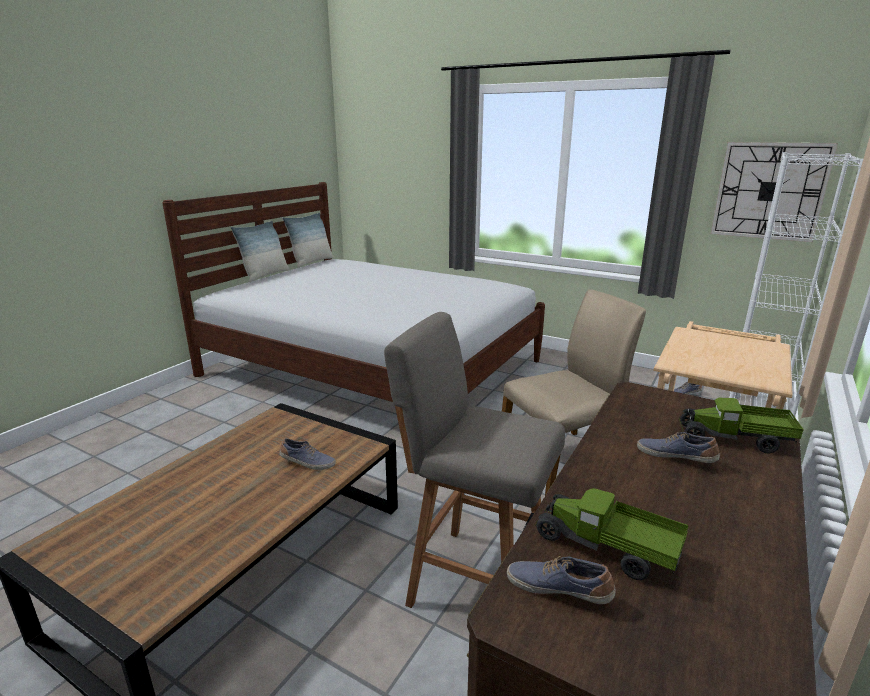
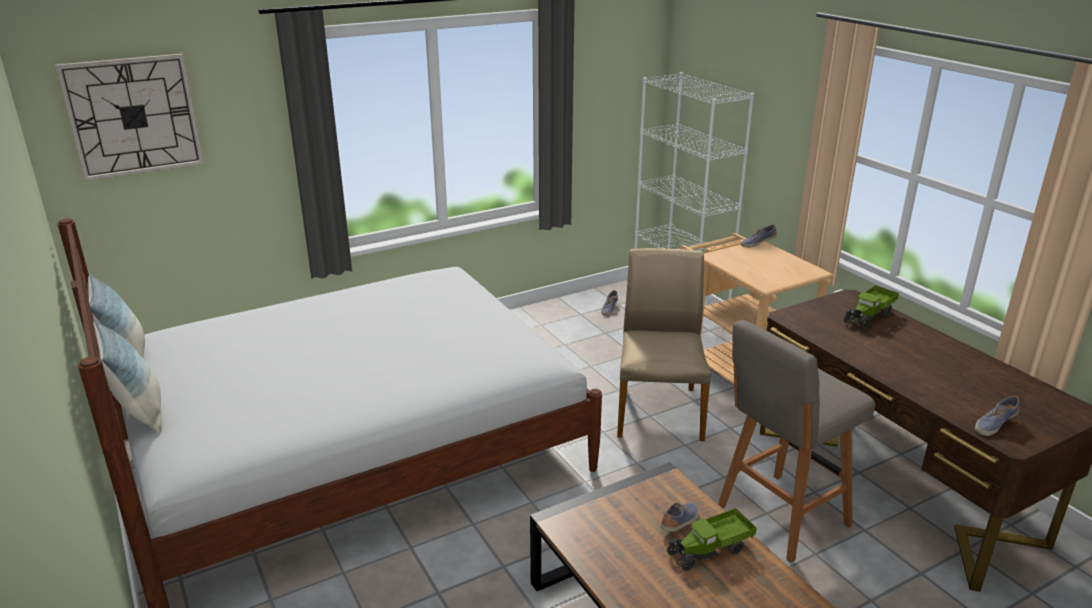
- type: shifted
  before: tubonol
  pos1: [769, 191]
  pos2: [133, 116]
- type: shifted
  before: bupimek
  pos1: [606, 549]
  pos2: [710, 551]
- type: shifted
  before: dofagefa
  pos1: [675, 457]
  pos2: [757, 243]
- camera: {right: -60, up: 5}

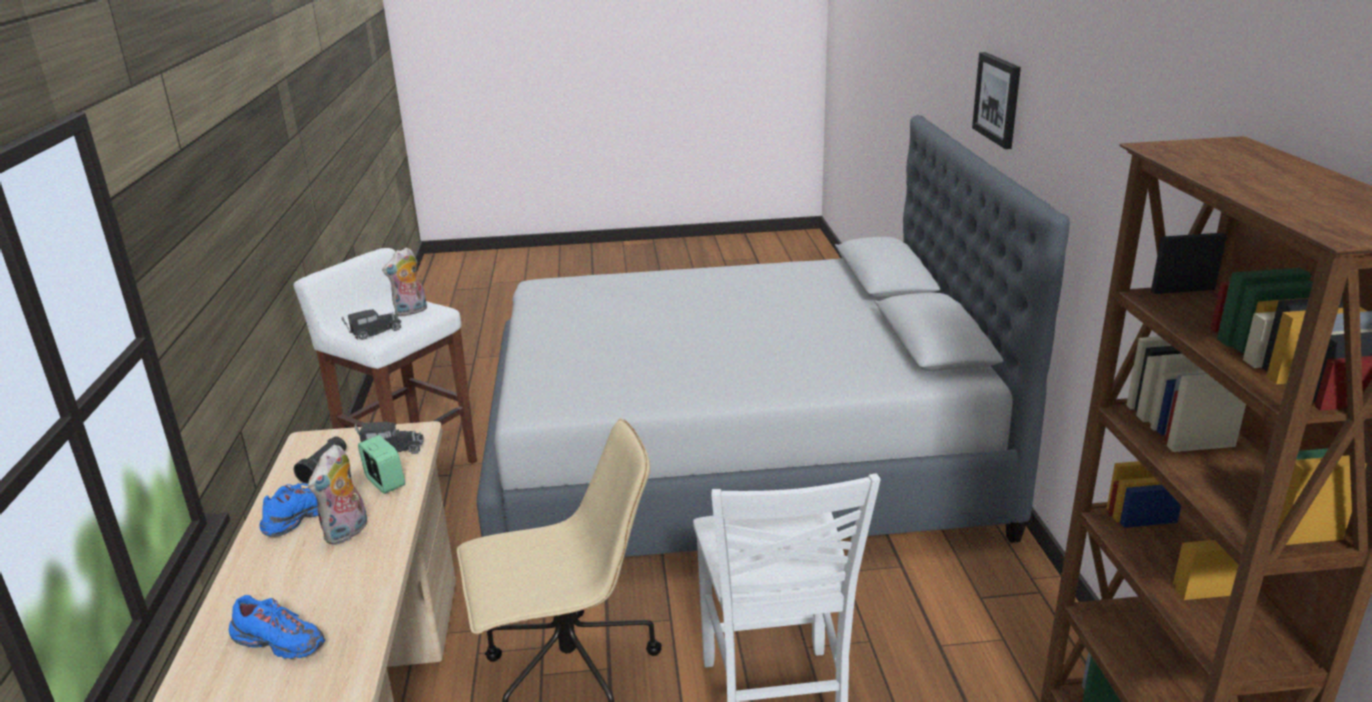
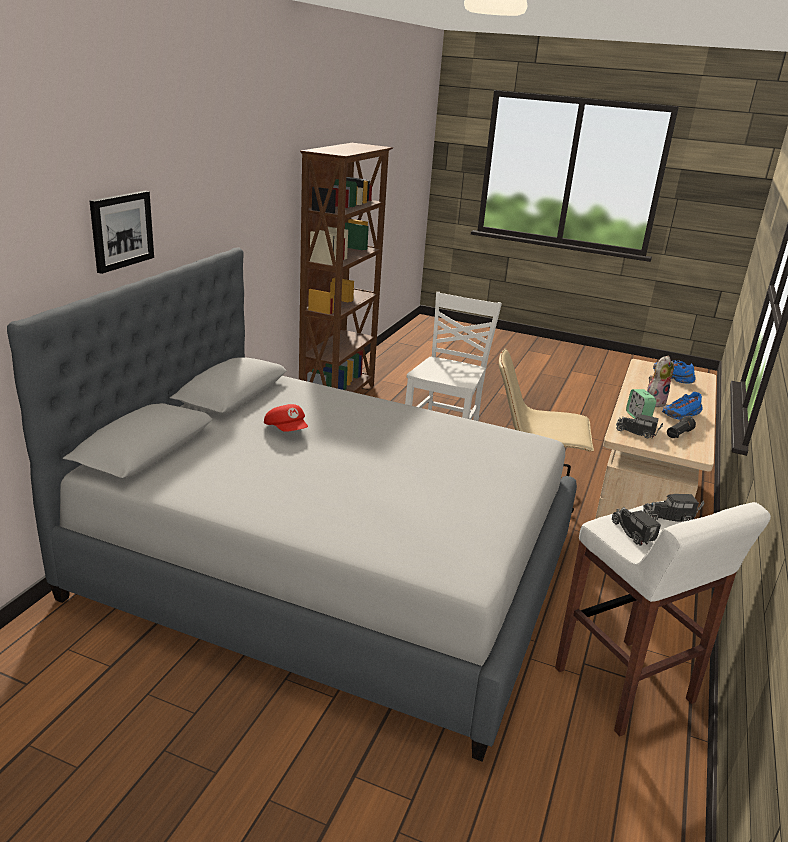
- type: new
  after: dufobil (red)
  pos2: [287, 430]
- type: swapped
  before: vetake
  after: bupimek
  pos1: [411, 312]
  pos2: [634, 533]
- camera: {right: -155, up: 0}

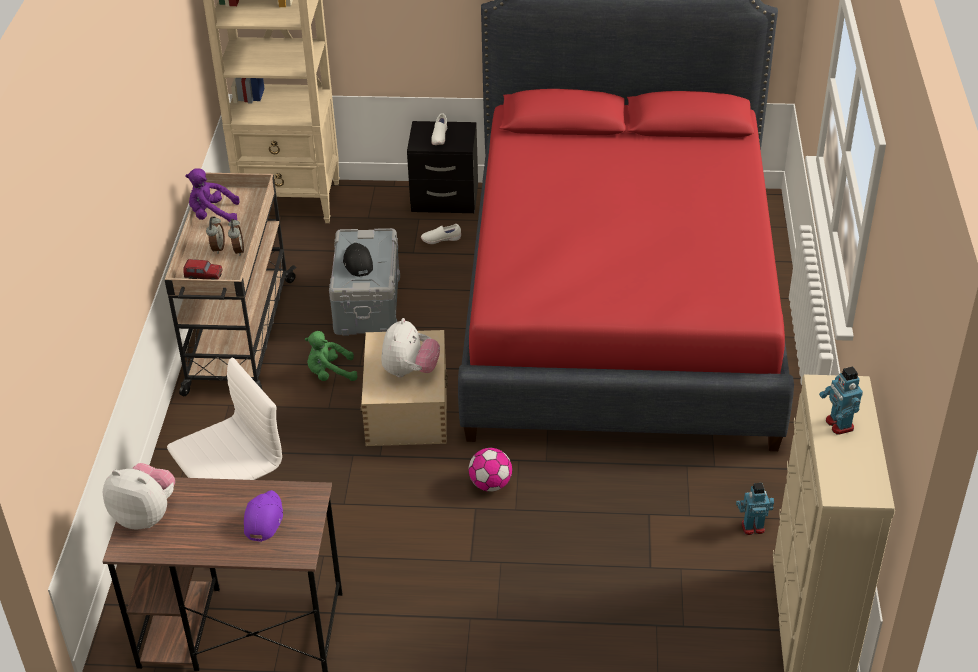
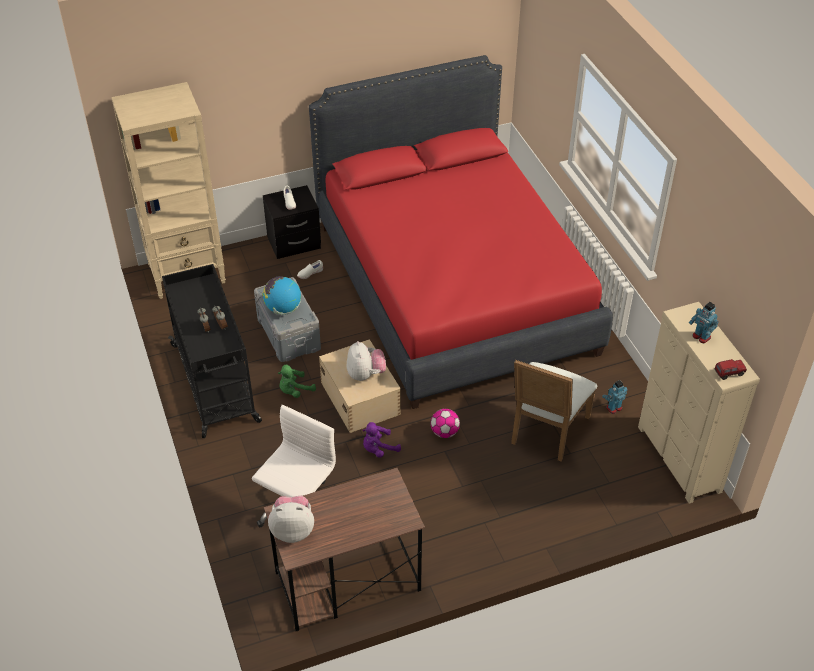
- type: repainted
  before: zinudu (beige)
  after: zinudu (black)
  pos1: [239, 337]
  pos2: [215, 384]
- type: swapped
  before: dufobil (black)
  after: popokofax
  pos1: [357, 263]
  pos2: [283, 309]
- type: shifted
  before: vetake (purple)
  pos1: [212, 215]
  pos2: [378, 449]
- type: new
  after: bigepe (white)
  pos2: [546, 432]
- type: shifted
  before: bupimek
  pos1: [204, 279]
  pos2: [729, 374]
- type: gone
  before: dufobil (purple)
  pos1: [263, 519]
- camera: {right: -25, up: 5}

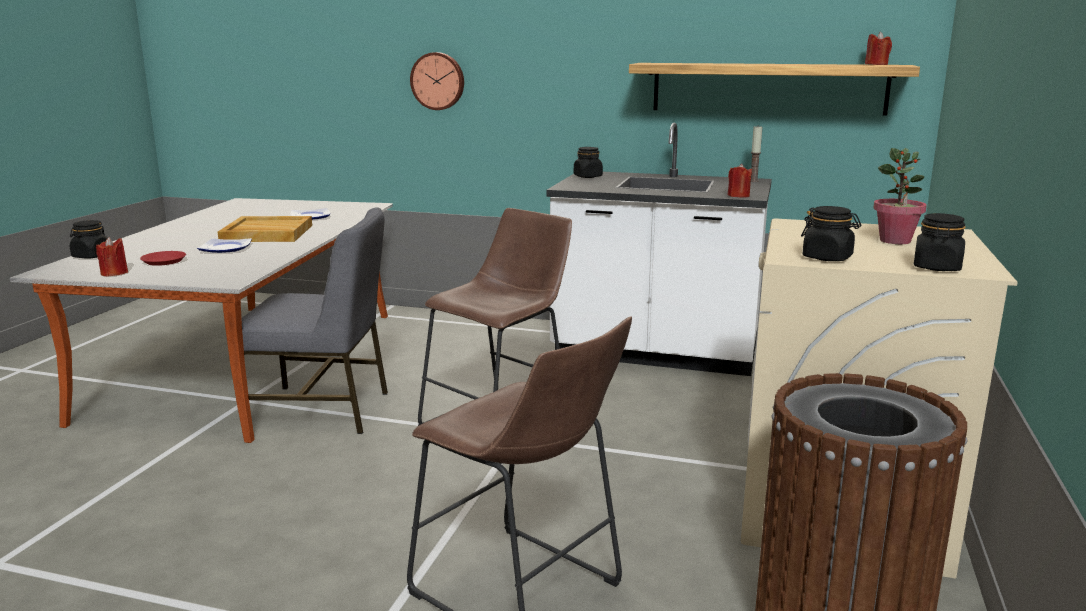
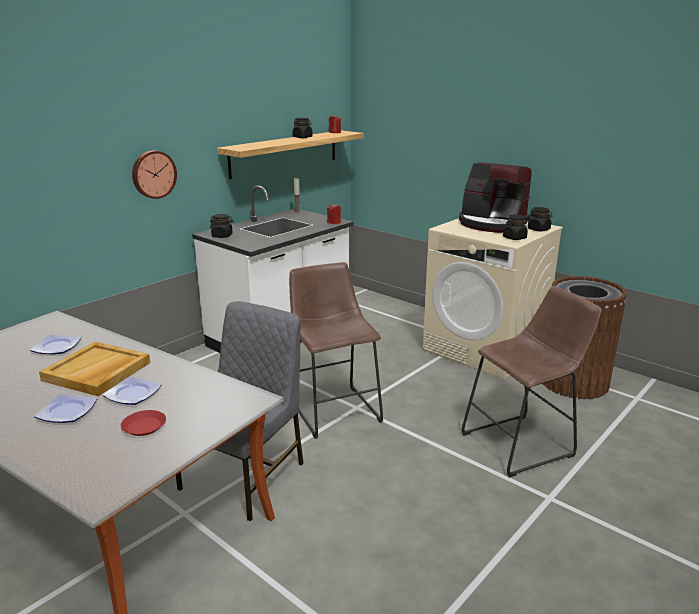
- type: new
  after: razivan
  pos2: [68, 411]
- type: shifted
  before: tubonol
  pos1: [438, 81]
  pos2: [153, 174]
- type: shifted
  before: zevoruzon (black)
  pos1: [91, 256]
  pos2: [302, 137]
- type: swapped
  before: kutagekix
  after: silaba
  pos1: [895, 241]
  pos2: [492, 224]
- type: gone
  before: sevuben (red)
  pos1: [114, 273]
- camera: {right: -65, up: 5}

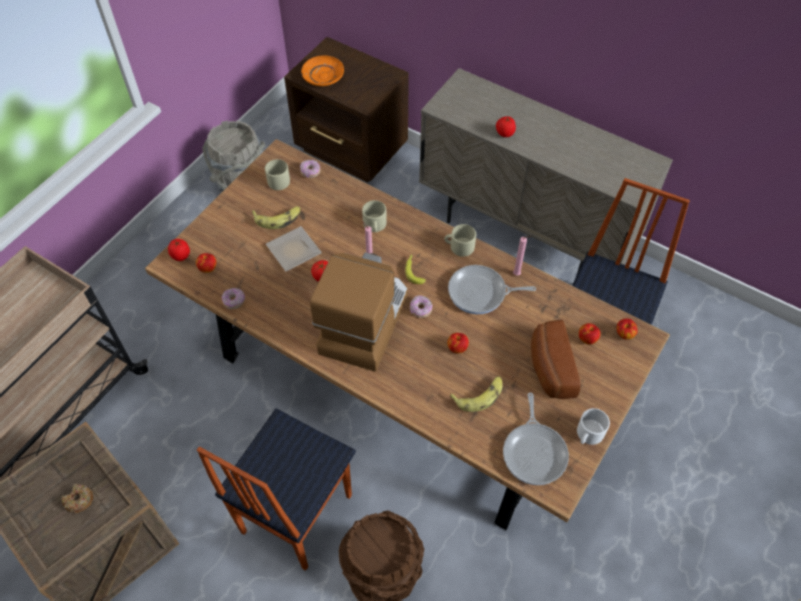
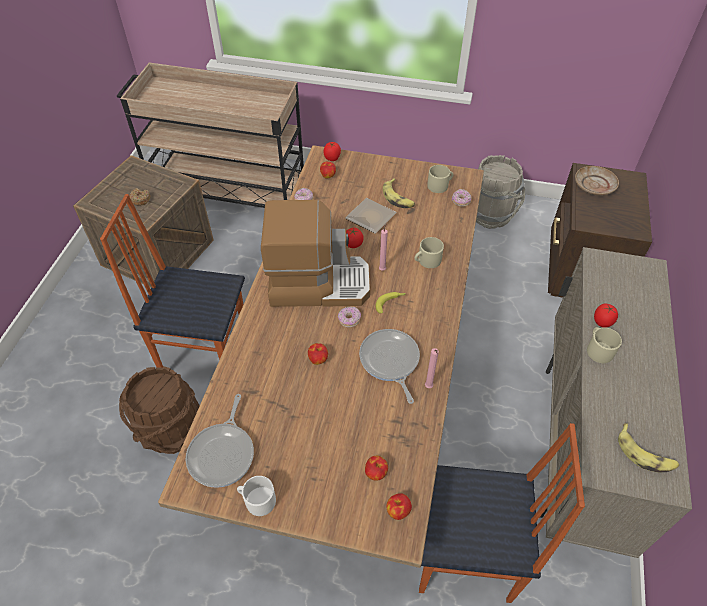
- type: rotated
  before: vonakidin
  pos1: [534, 452]
  pos2: [223, 453]
  turn: -60
- type: repainted
  before: razivan (orange)
  after: razivan (beige)
  pos1: [323, 76]
  pos2: [594, 186]
- type: shifted
  before: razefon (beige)
  pos1: [459, 246]
  pos2: [598, 349]
- type: shifted
  before: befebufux
  pos1: [479, 396]
  pos2: [645, 454]
- type: gone
  before: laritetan
  pos1: [549, 368]
- camera: {right: 70, up: -5}

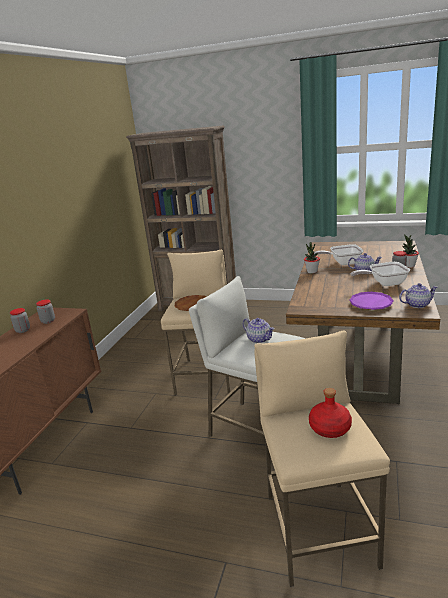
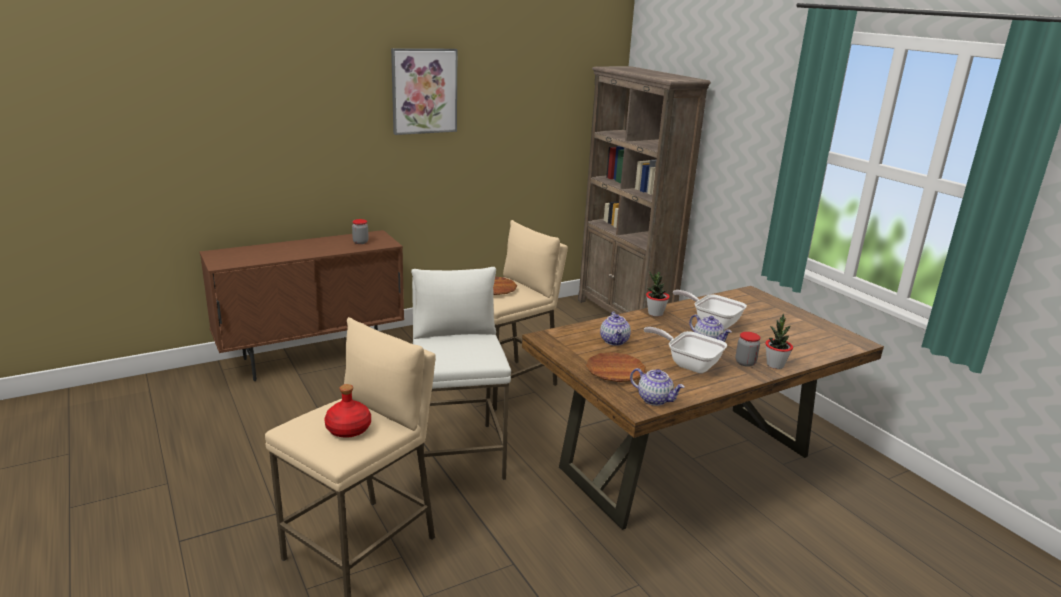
- type: new
  after: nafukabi
  pos2: [424, 91]
- type: repainted
  before: razivan (purple)
  after: razivan (brown)
  pos1: [371, 304]
  pos2: [615, 371]
- type: shifted
  before: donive
  pos1: [259, 339]
  pos2: [614, 341]
- type: gone
  before: zevoruzon
  pos1: [23, 330]
- camera: {right: 40, up: 0}

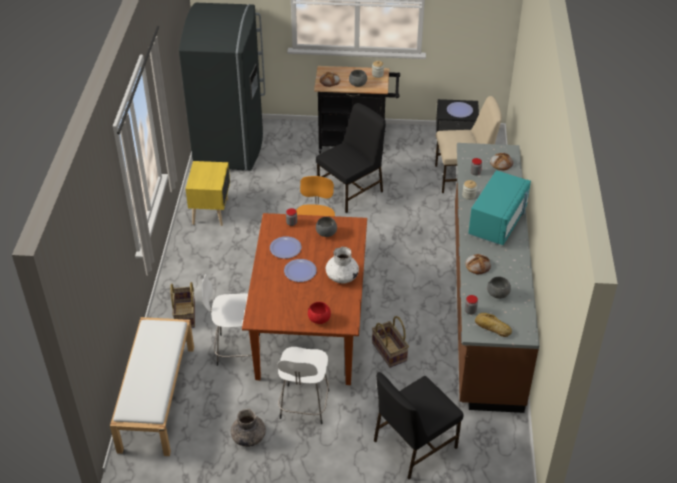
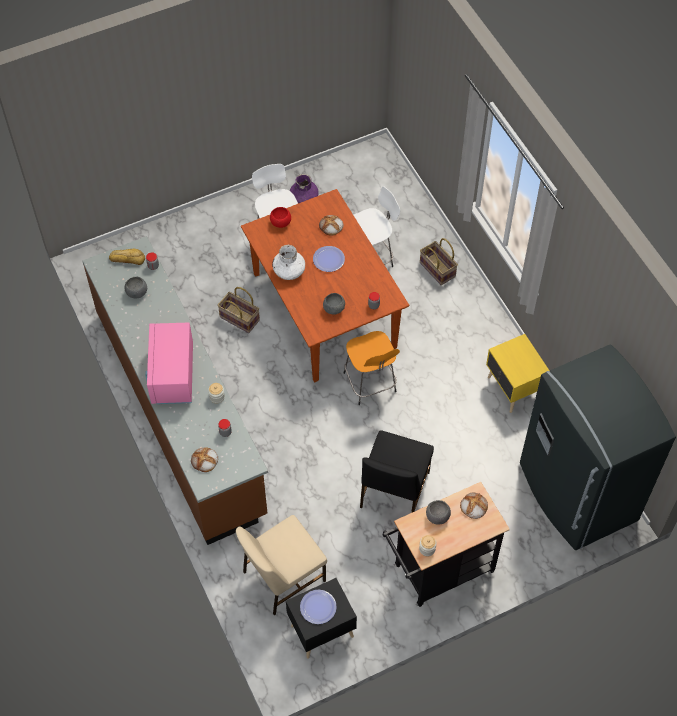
- type: repainted
  before: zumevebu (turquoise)
  after: zumevebu (pink)
  pos1: [497, 222]
  pos2: [172, 375]
- type: repainted
  before: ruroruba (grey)
  after: ruroruba (purple)
  pos1: [248, 437]
  pos2: [304, 199]
- type: shifted
  before: laritetan
  pos1: [478, 265]
  pos2: [331, 226]
- type: gone
  before: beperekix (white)
  pos1: [156, 397]
- type: gone
  before: razivan
  pos1: [285, 248]
- type: gone
  before: bigepe (black)
  pos1: [413, 444]
- camera: {right: 150, up: 15}

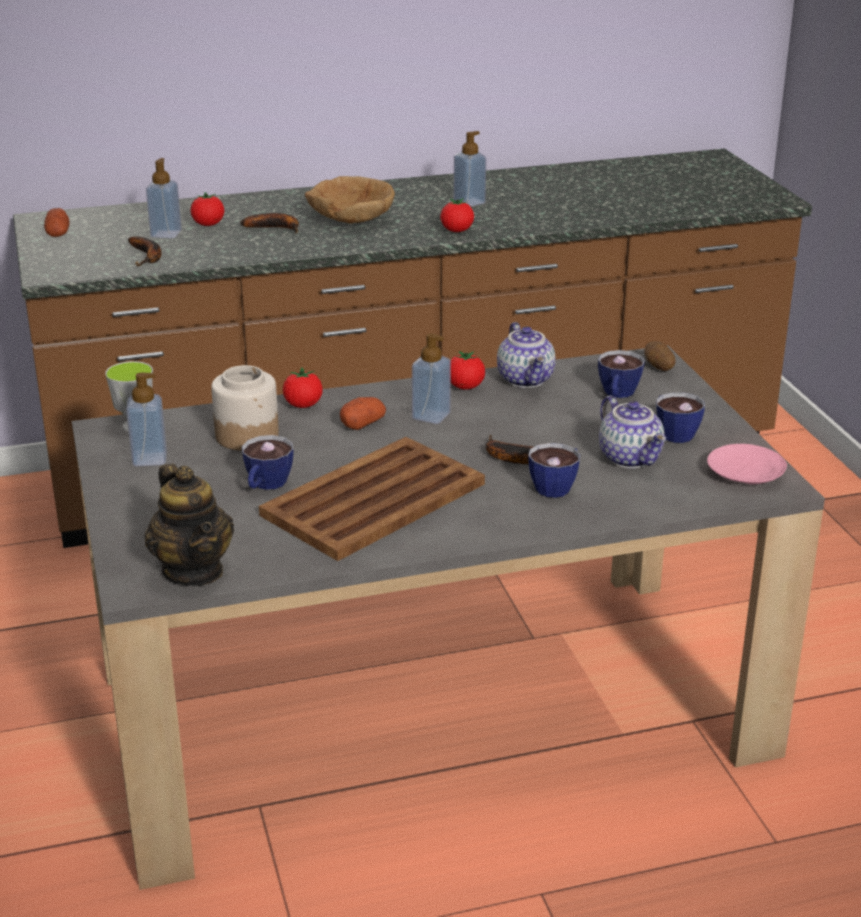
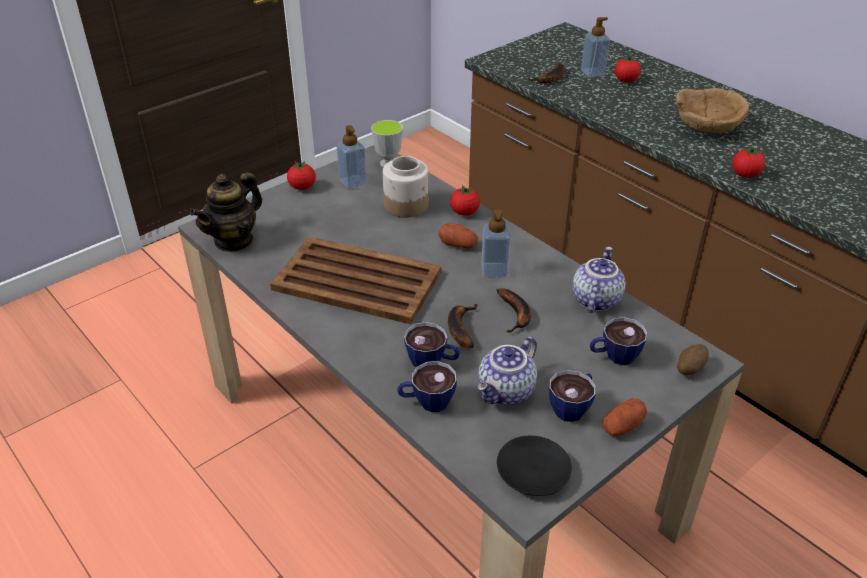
- type: shifted
  before: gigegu
  pos1: [465, 387]
  pos2: [302, 187]
- type: shifted
  before: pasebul
  pos1: [265, 485]
  pos2: [426, 402]
- type: shifted
  before: befebufux
  pos1: [276, 228]
  pos2: [516, 314]
- type: repainted
  before: razivan (pink)
  after: razivan (black)
  pos1: [746, 473]
  pos2: [533, 473]
- type: rotated
  before: donive
  pos1: [527, 379]
  pos2: [595, 299]
  turn: 150
- type: shifted
  before: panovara
  pos1: [58, 234]
  pos2: [622, 426]
- type: gone
  before: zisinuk
  pos1: [469, 202]
- camera: {right: 65, up: 10}

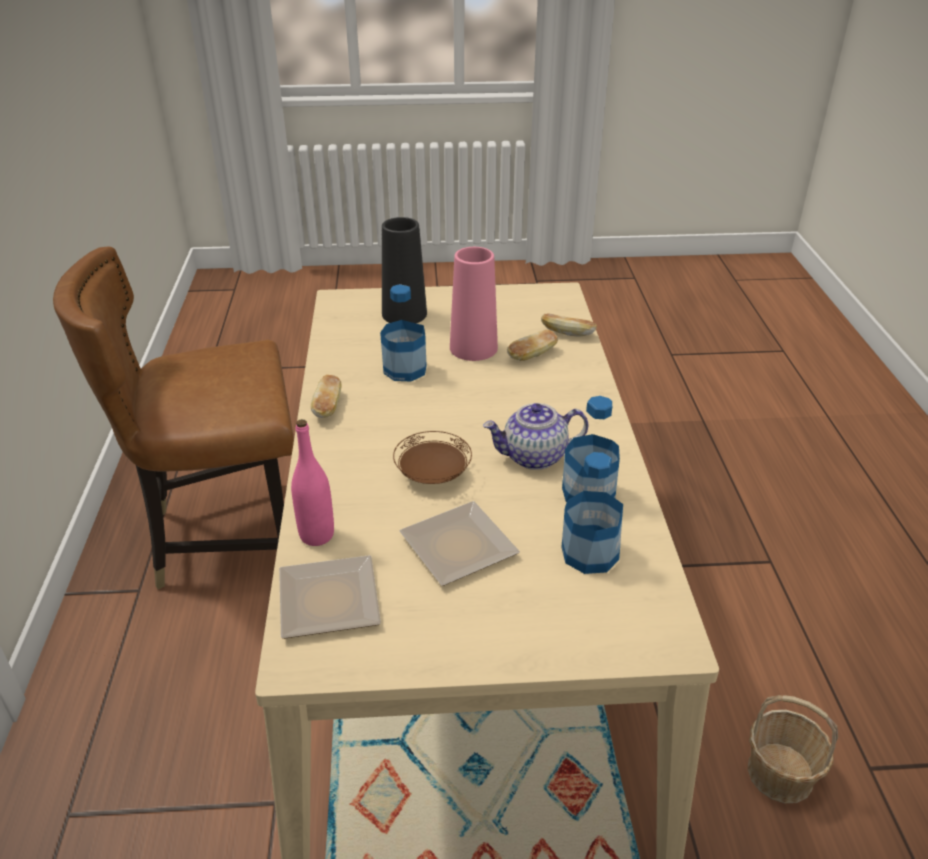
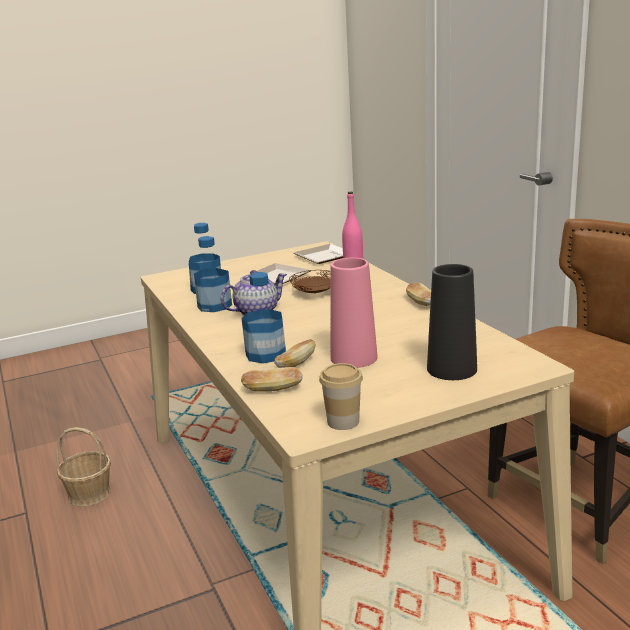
- type: shifted
  before: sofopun
  pos1: [405, 369]
  pos2: [265, 354]
- type: new
  after: pasebul
  pos2: [343, 421]
- camera: {right: 160, up: -15}

